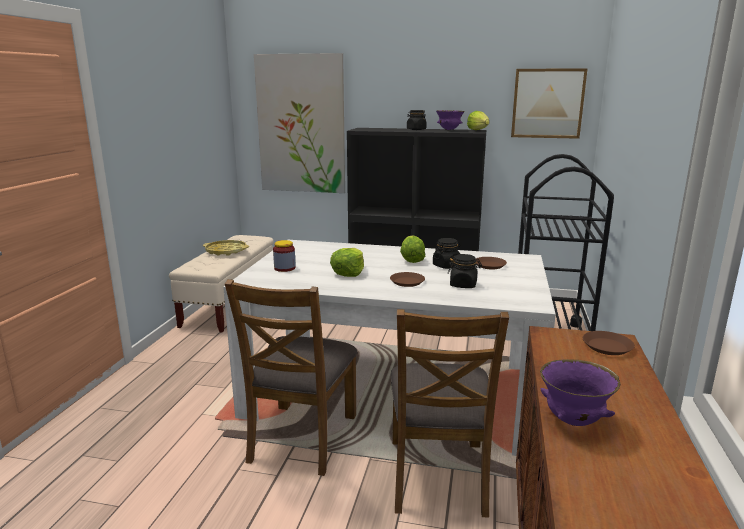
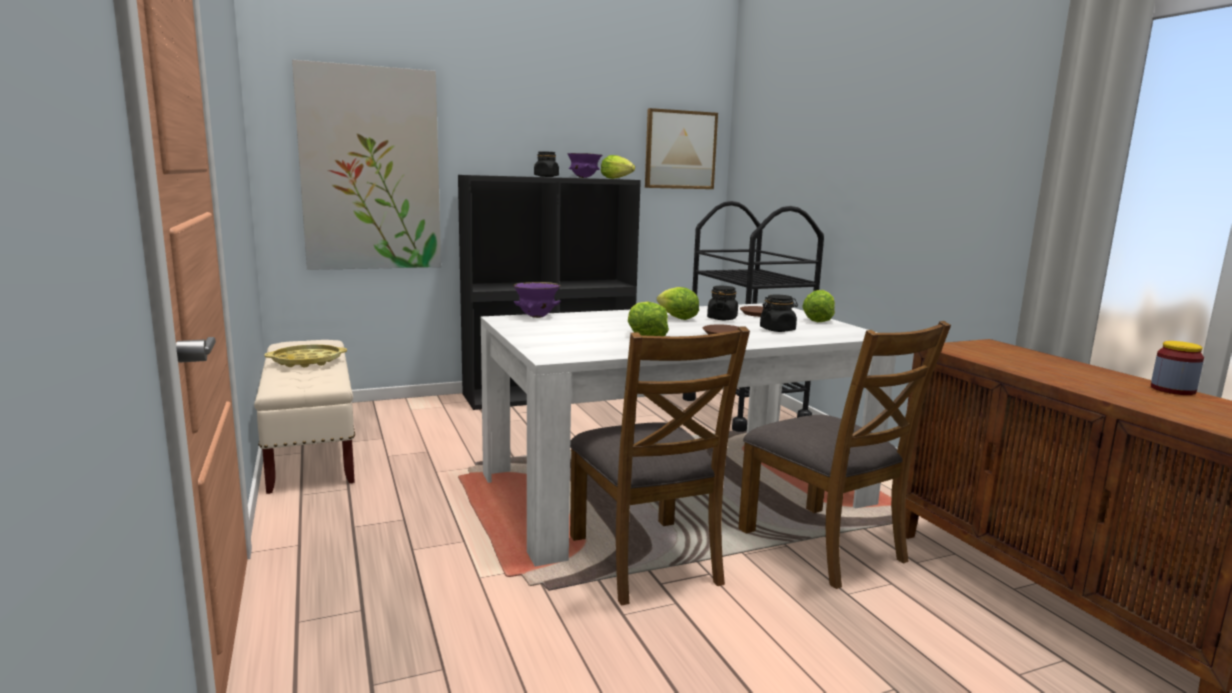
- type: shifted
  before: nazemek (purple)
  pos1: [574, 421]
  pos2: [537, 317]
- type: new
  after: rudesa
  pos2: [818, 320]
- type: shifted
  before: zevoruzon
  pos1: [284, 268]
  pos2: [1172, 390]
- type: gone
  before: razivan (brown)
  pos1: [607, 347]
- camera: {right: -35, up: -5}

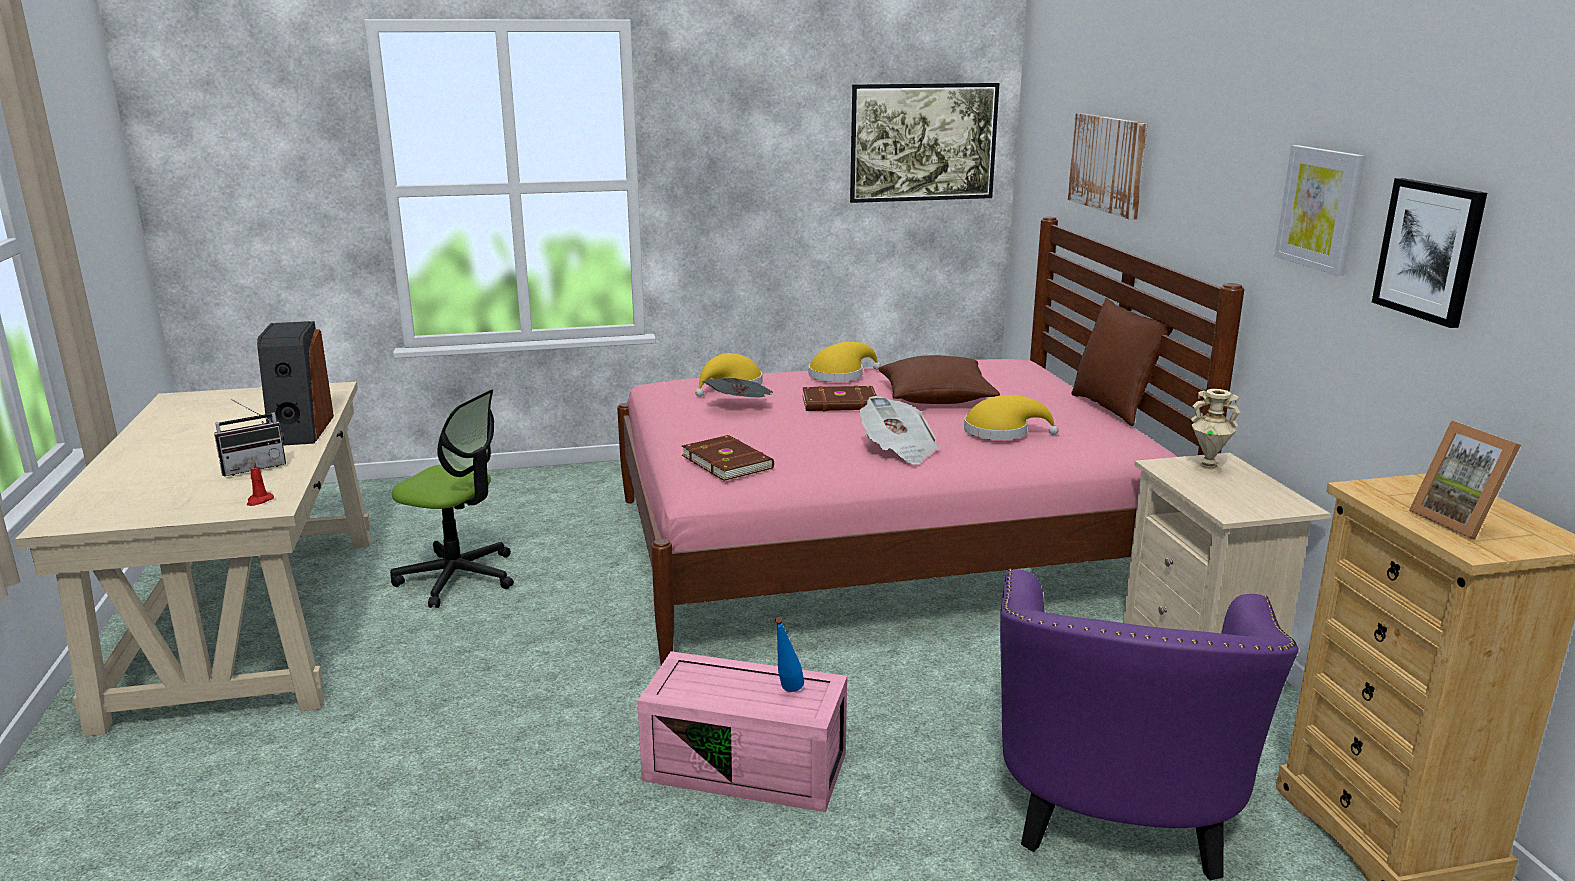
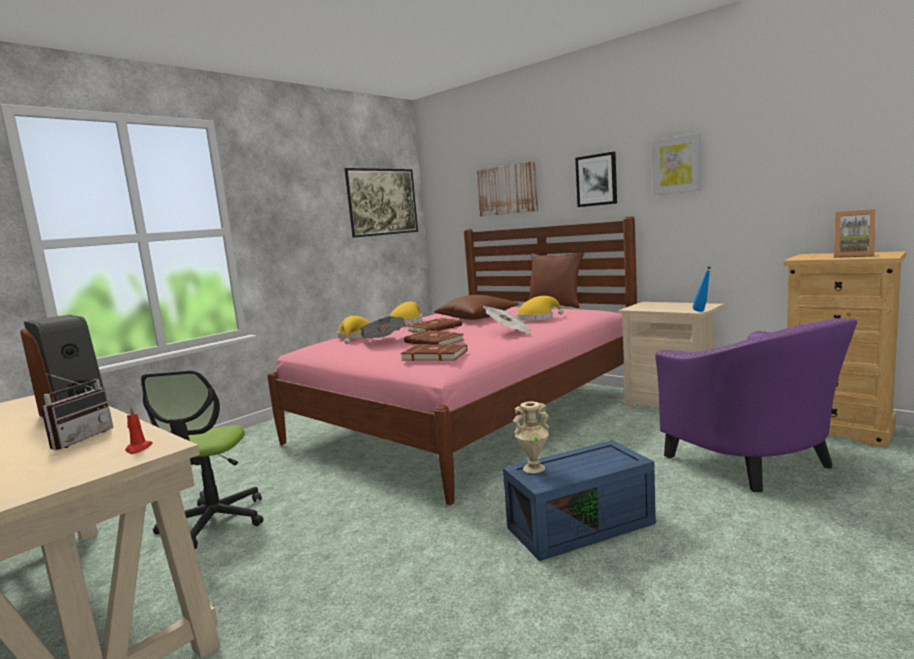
- type: rotated
  before: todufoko
  pos1: [458, 577]
  pos2: [214, 521]
  turn: 105
- type: new
  after: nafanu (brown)
  pos2: [433, 342]
- type: repainted
  before: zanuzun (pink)
  after: zanuzun (blue)
  pos1: [749, 766]
  pos2: [581, 524]
- type: shifted
  before: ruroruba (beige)
  pos1: [1208, 469]
  pos2: [534, 468]
- type: shifted
  before: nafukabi
  pos1: [1429, 250]
  pos2: [596, 180]
- type: shifted
  before: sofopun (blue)
  pos1: [787, 693]
  pos2: [702, 311]
- camera: {right: -35, up: -10}

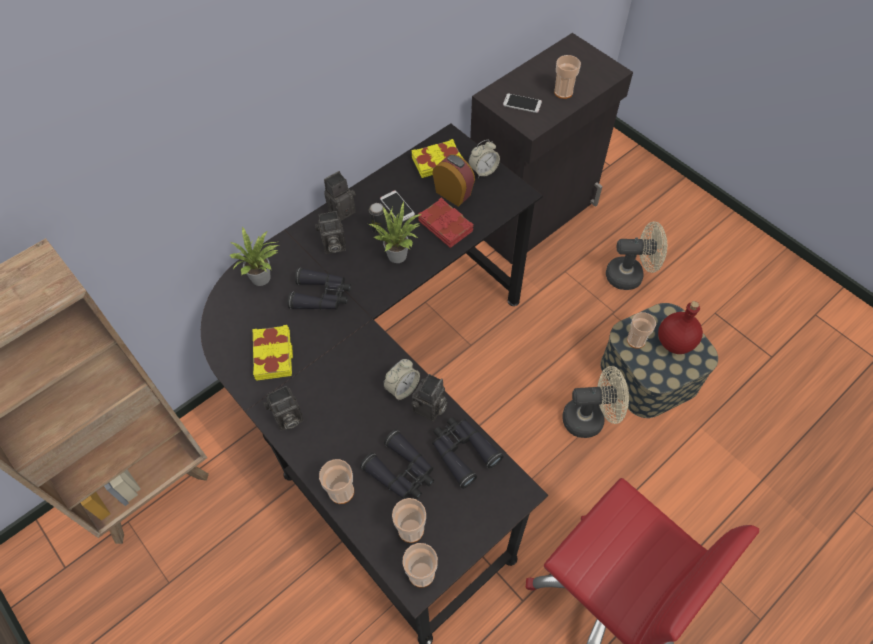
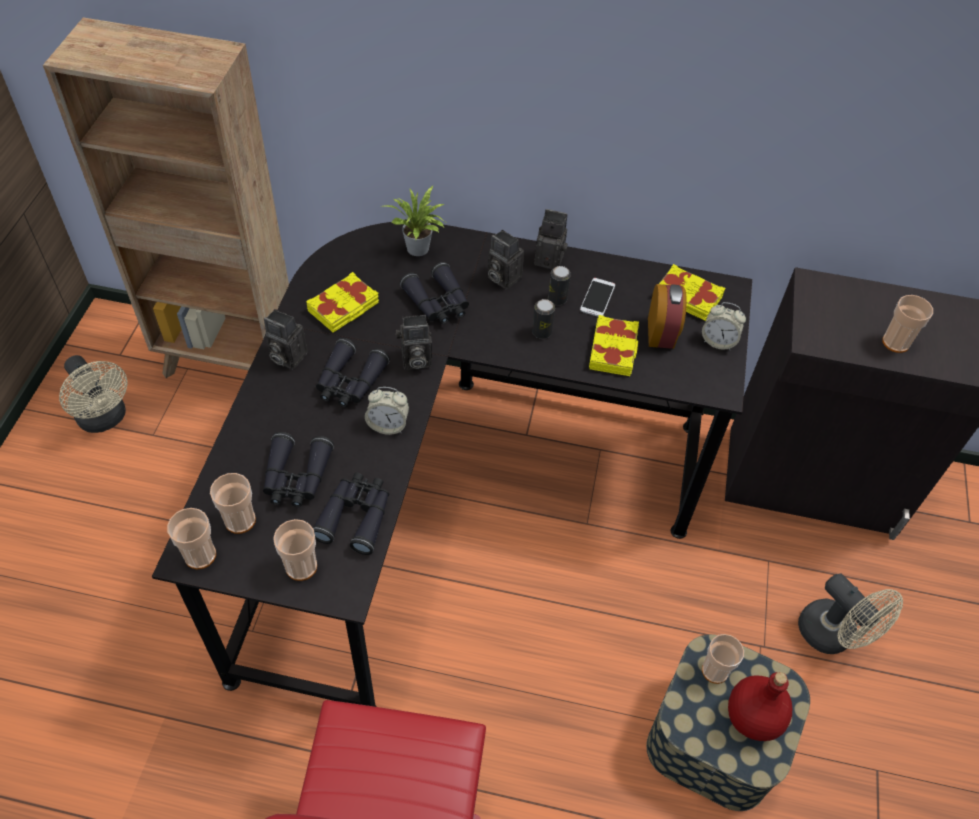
- type: shifted
  before: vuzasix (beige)
  pos1: [590, 418]
  pos2: [105, 419]
- type: shifted
  before: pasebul
  pos1: [341, 491]
  pos2: [301, 566]
- type: new
  after: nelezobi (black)
  pos2: [349, 382]
- type: shifted
  before: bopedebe
  pos1: [430, 409]
  pos2: [414, 360]
- type: swapped
  before: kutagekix
  after: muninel
  pos1: [399, 254]
  pos2: [541, 332]
- type: repainted
  before: nafanu (red)
  after: nafanu (yellow)
  pos1: [446, 225]
  pos2: [614, 350]
- type: gone
  before: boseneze
  pos1: [522, 103]
- camera: {right: 50, up: -5}

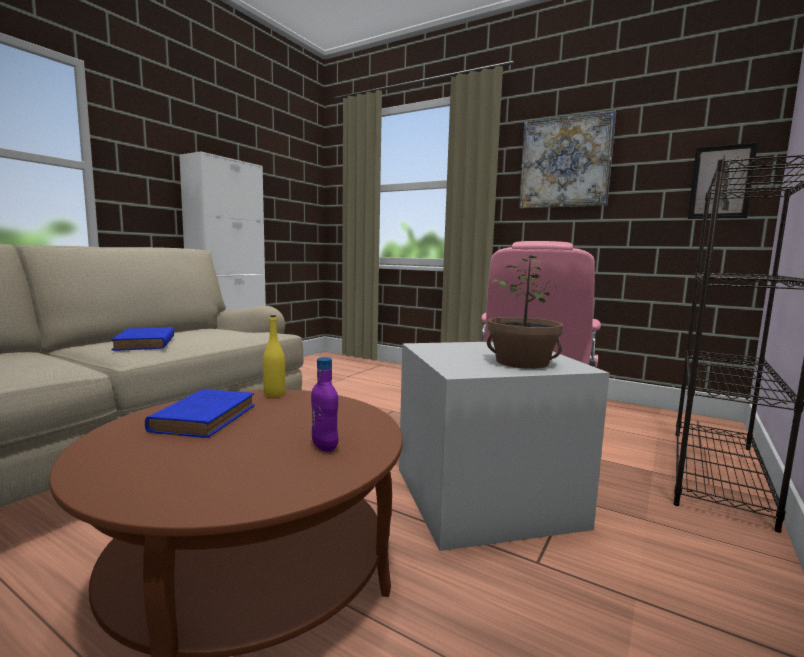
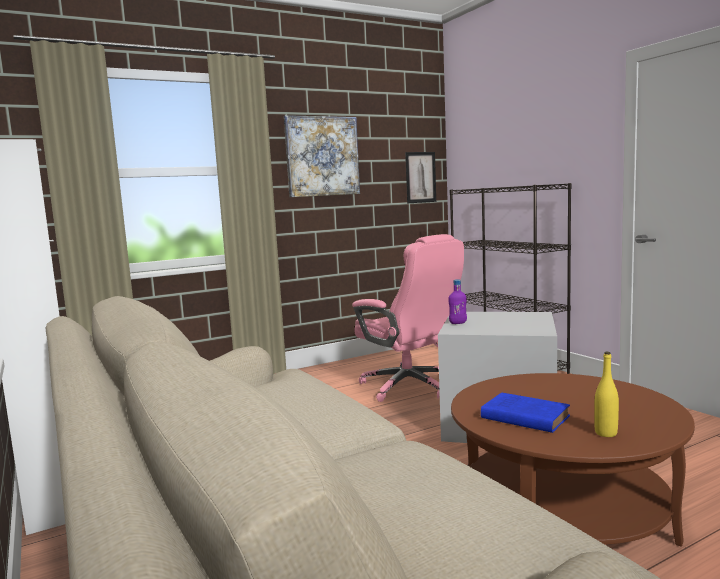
- type: shifted
  before: sofopun (purple)
  pos1: [324, 447]
  pos2: [458, 323]
- type: shifted
  before: sofopun (yellow)
  pos1: [274, 394]
  pos2: [606, 433]
- type: gone
  before: nafanu (blue)
  pos1: [145, 344]
- type: gone
  before: kutagekix
  pos1: [522, 362]
- camera: {right: -60, up: 0}

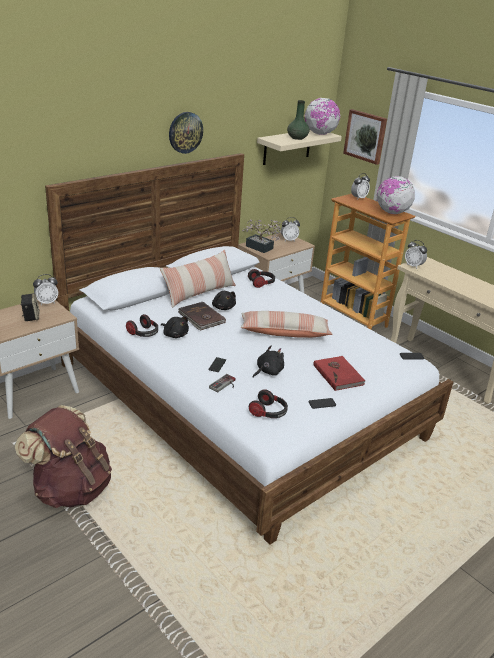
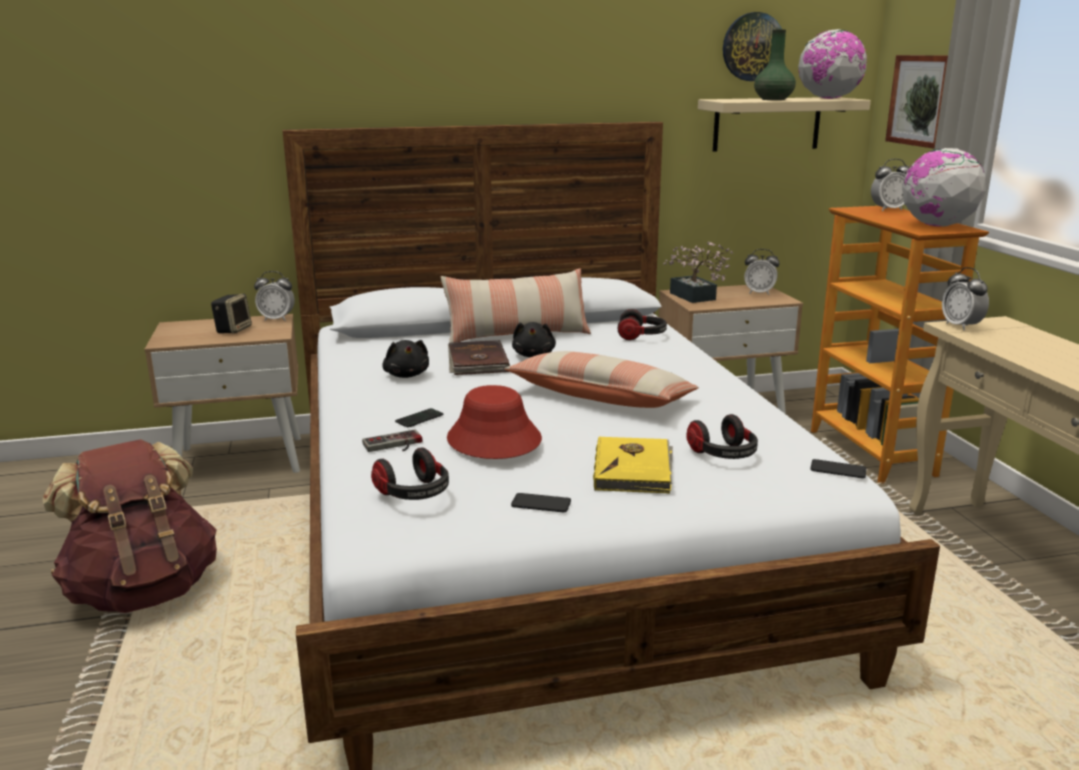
- type: swapped
  before: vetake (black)
  after: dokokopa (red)
  pos1: [268, 371]
  pos2: [493, 439]
- type: repainted
  before: nafanu (red)
  after: nafanu (yellow)
  pos1: [338, 374]
  pos2: [634, 469]
- type: shifted
  before: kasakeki
  pos1: [143, 333]
  pos2: [723, 455]
- type: shifted
  before: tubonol
  pos1: [185, 132]
  pos2: [752, 47]
- camera: {right: 30, up: -10}

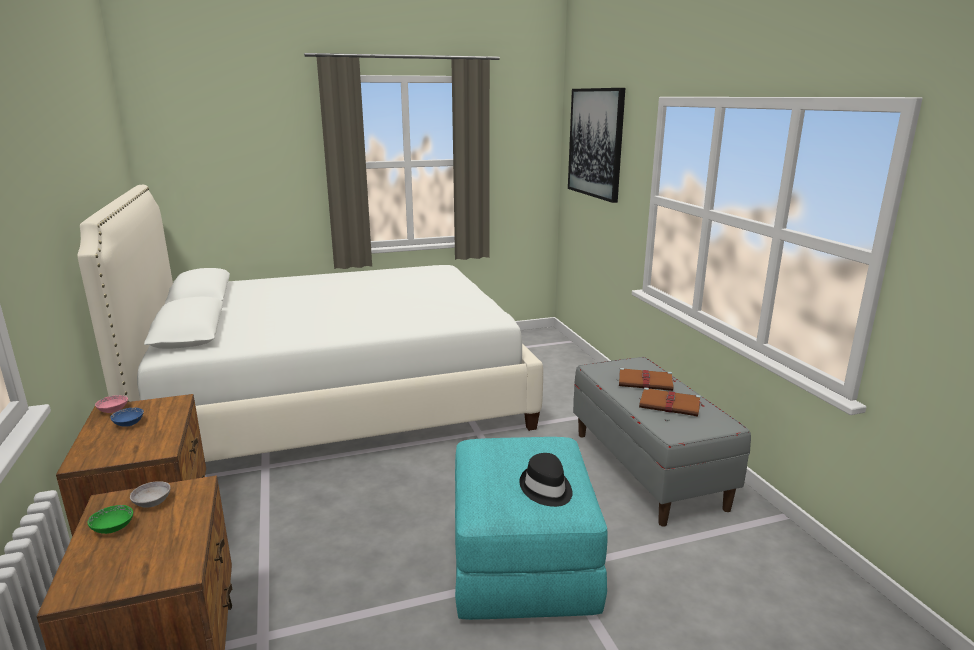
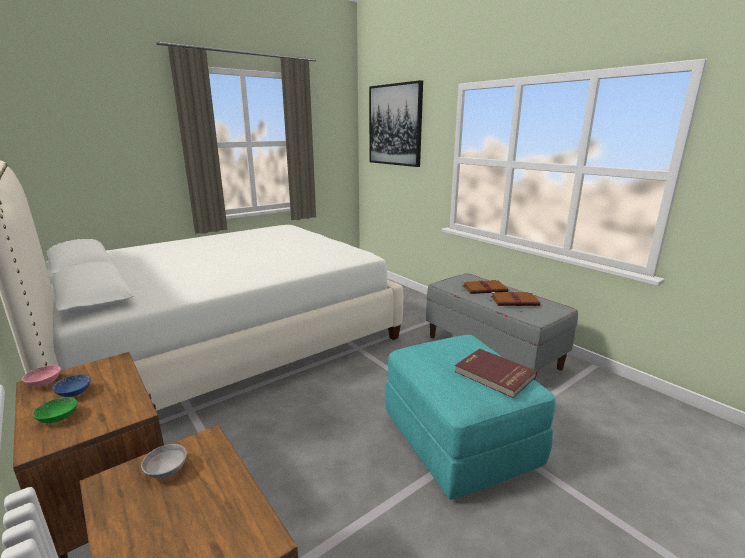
- type: shifted
  before: nazemek (green)
  pos1: [113, 528]
  pos2: [58, 418]
- type: swapped
  before: dokokopa (black)
  after: nafanu (red)
  pos1: [546, 489]
  pos2: [494, 375]
- camera: {right: -20, up: 0}

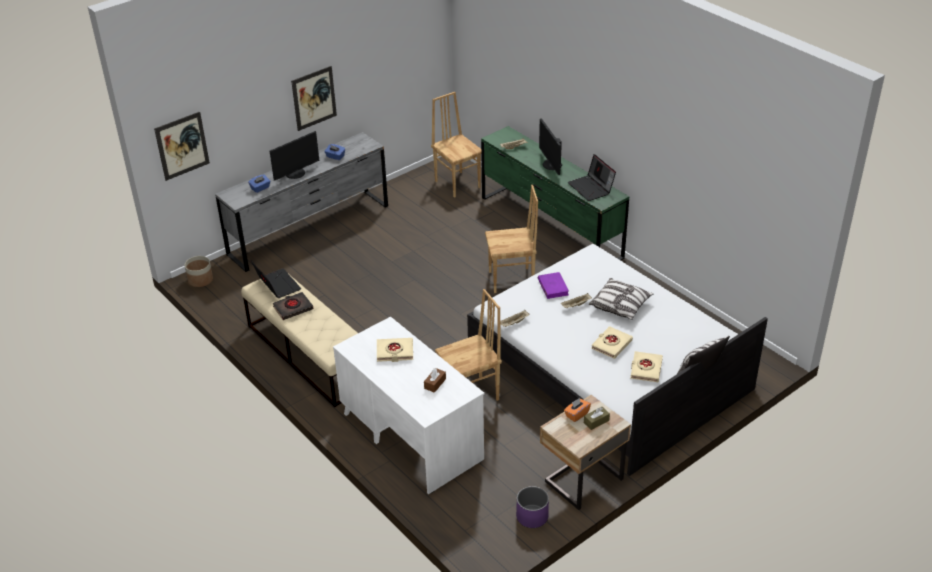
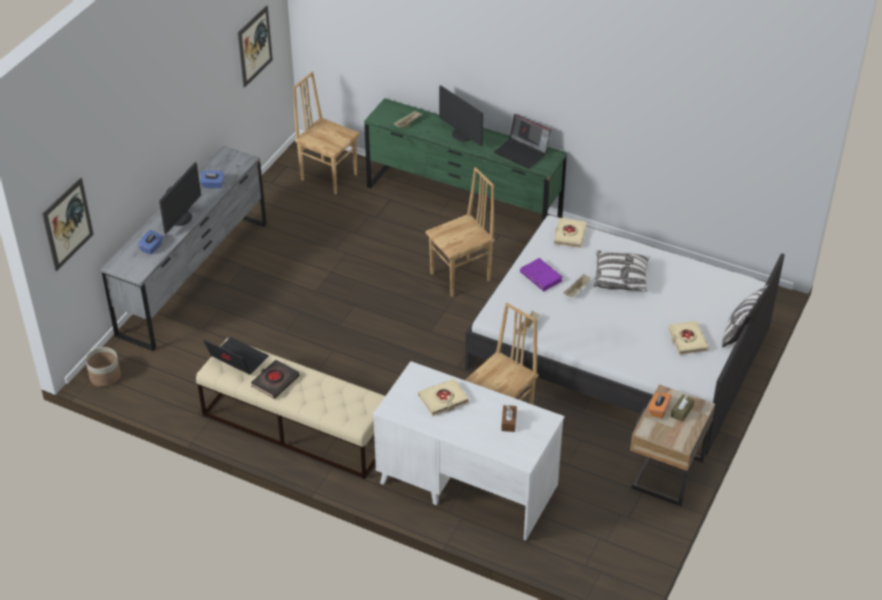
- type: shifted
  before: nafukabi
  pos1: [314, 98]
  pos2: [255, 46]
- type: shifted
  before: nafanu (beige)
  pos1: [611, 344]
  pos2: [569, 235]
- type: gone
  before: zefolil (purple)
  pos1: [532, 517]
- camera: {right: -25, up: 5}

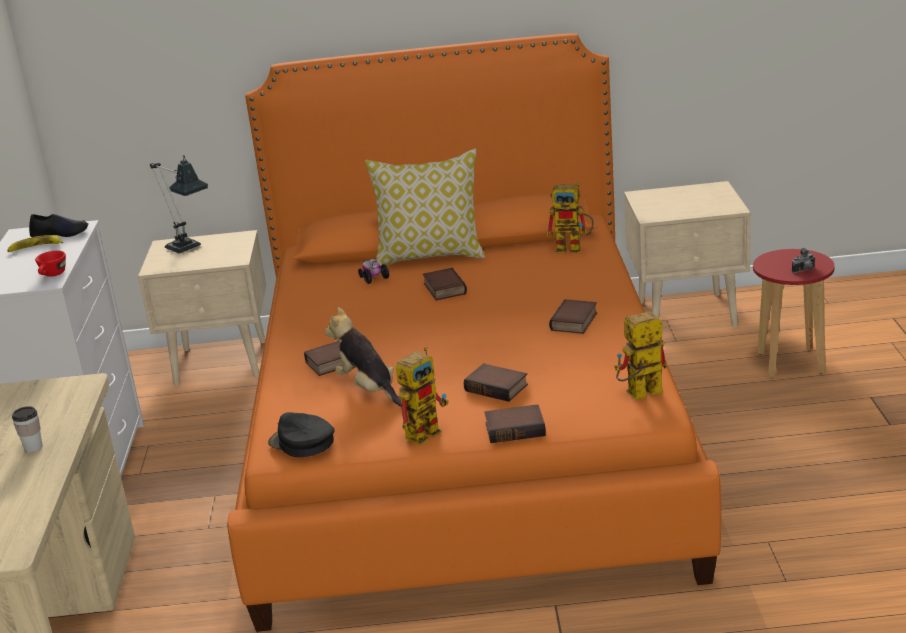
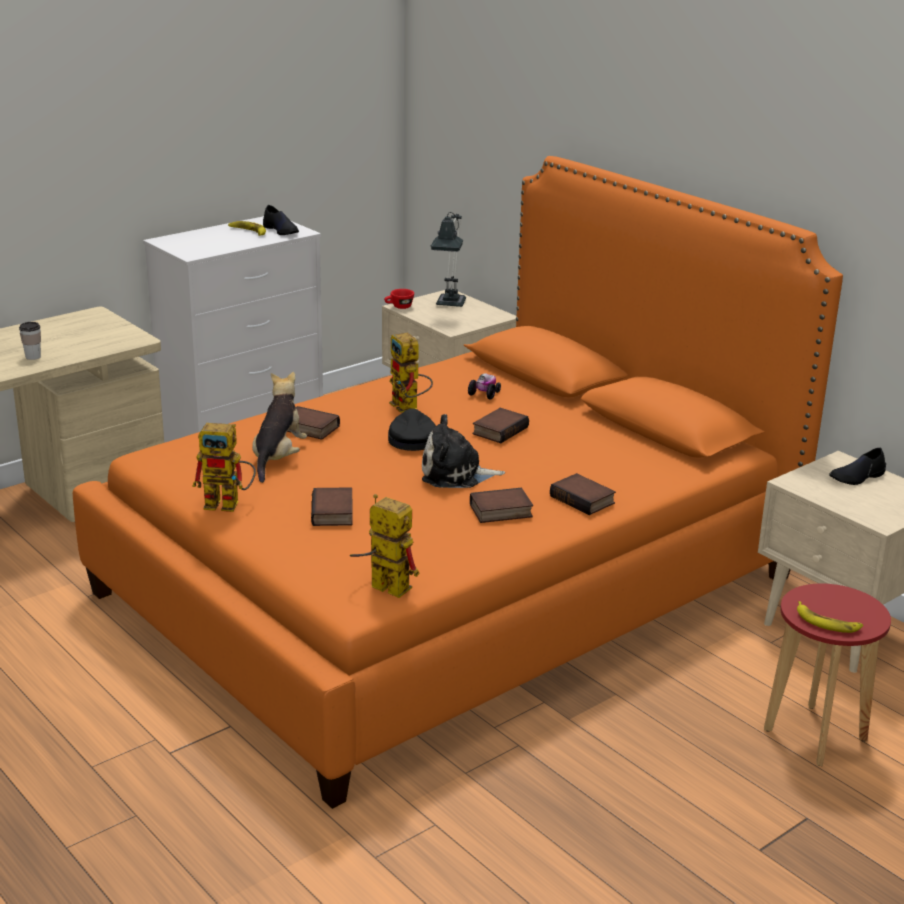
- type: shifted
  before: pasebul (red)
  pos1: [52, 275]
  pos2: [399, 307]
- type: shifted
  before: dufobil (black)
  pos1: [302, 442]
  pos2: [412, 439]
- type: shifted
  before: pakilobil
  pos1: [574, 248]
  pos2: [409, 408]
- type: new
  after: vetake
  pos2: [456, 474]
- type: shifted
  before: nafanu
  pos1: [515, 428]
  pos2: [584, 499]
- type: swapped
  before: bopedebe
  after: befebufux
  pos1: [805, 270]
  pos2: [827, 622]
- type: new
  after: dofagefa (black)
  pos2: [857, 477]
- type: gone
  before: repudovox
  pos1: [430, 256]
- camera: {right: 50, up: 0}

